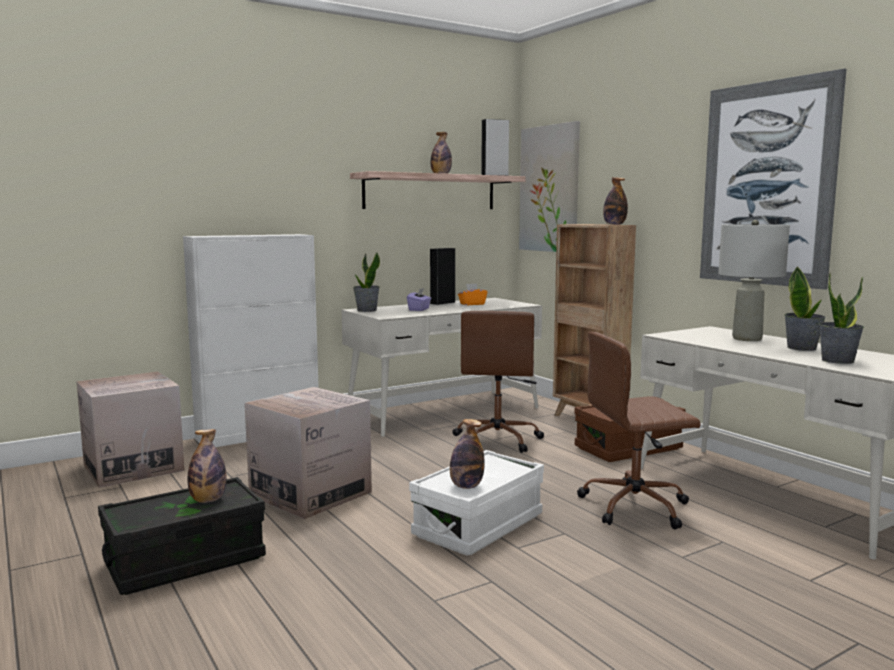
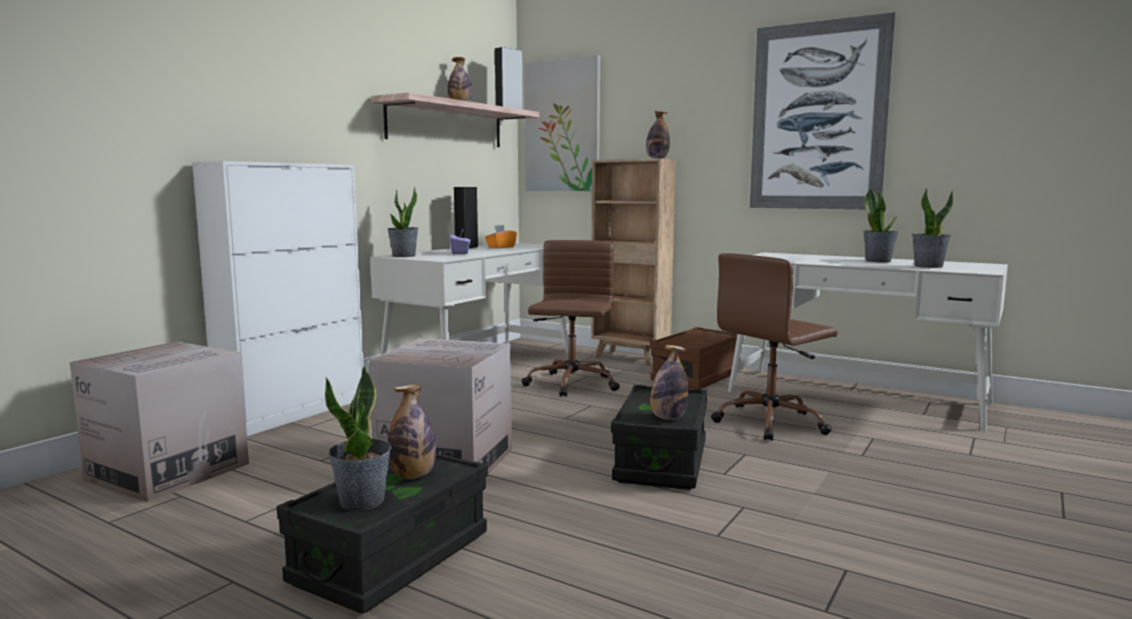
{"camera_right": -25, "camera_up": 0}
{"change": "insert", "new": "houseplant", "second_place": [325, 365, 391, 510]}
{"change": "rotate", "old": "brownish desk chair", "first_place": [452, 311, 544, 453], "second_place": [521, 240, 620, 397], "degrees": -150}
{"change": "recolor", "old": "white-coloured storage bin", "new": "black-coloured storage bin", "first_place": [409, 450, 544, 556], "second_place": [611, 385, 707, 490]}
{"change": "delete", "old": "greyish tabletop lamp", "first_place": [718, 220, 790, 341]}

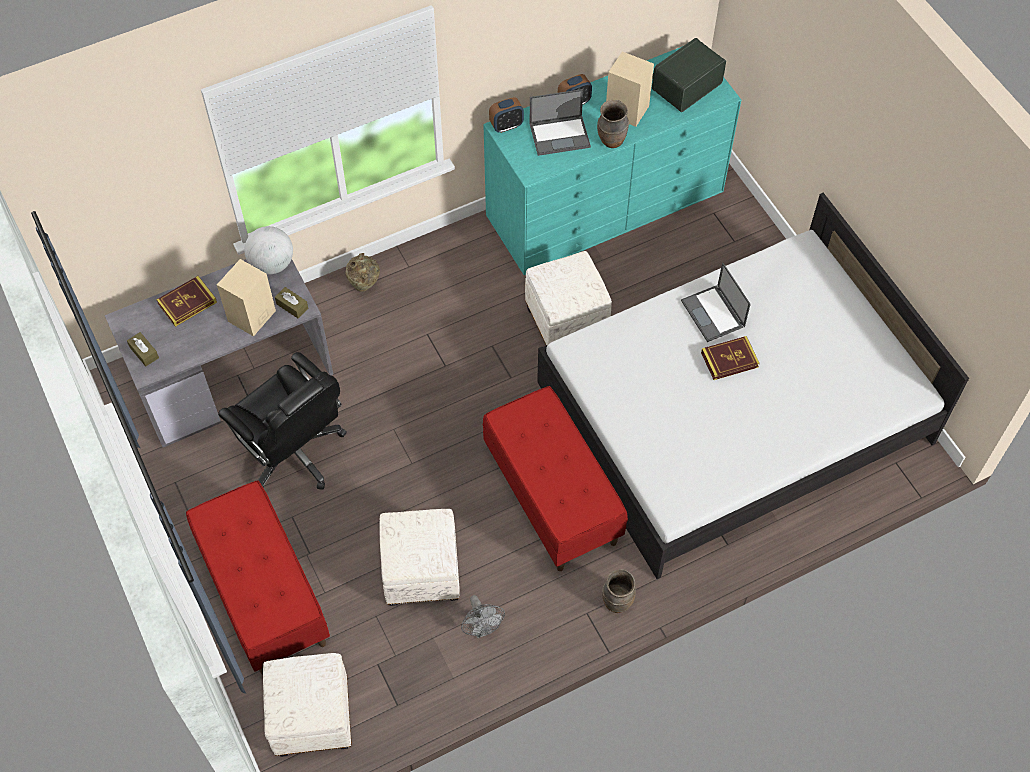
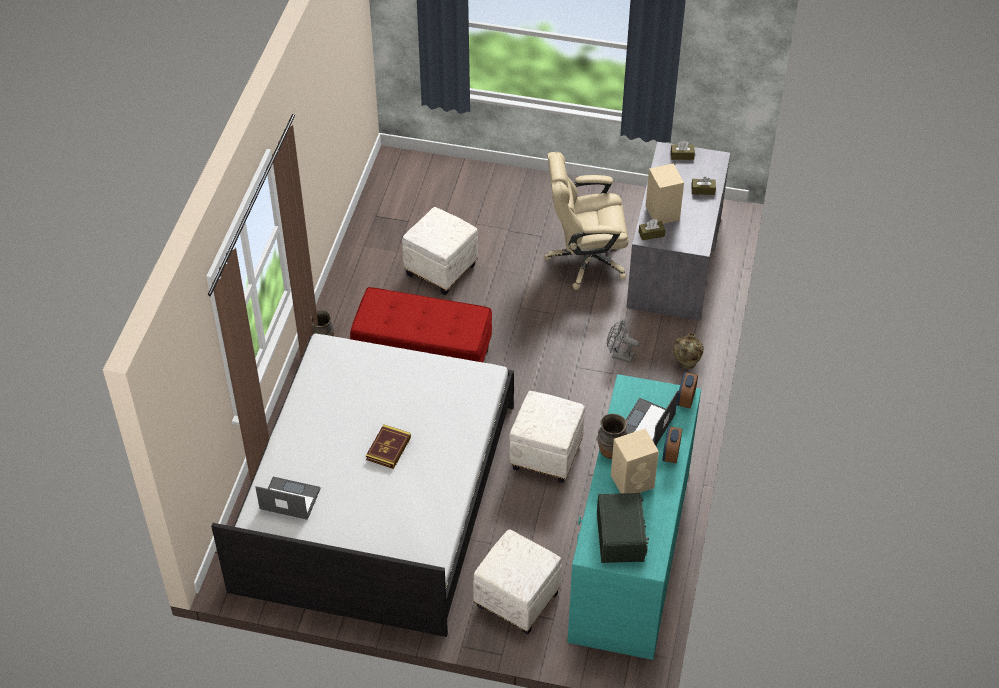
{"camera_right": 130, "camera_up": -10}
{"change": "move", "old": "laptop", "first_place": [681, 263, 751, 342], "second_place": [255, 477, 321, 520]}
{"change": "move", "old": "white-coloured ottoman", "first_place": [263, 653, 352, 757], "second_place": [473, 529, 562, 634]}
{"change": "recolor", "old": "black-coloured desk chair", "new": "beige-coloured desk chair", "first_place": [218, 352, 347, 490], "second_place": [544, 152, 629, 290]}
{"change": "move", "old": "greyish electric fan", "first_place": [461, 595, 505, 638], "second_place": [607, 320, 639, 363]}
{"change": "replace", "old": "book", "new": "brownish tissue holder", "first_place": [156, 276, 217, 327], "second_place": [691, 177, 716, 195]}
{"change": "delete", "old": "red long seat", "first_place": [186, 481, 330, 674]}
{"change": "delete", "old": "world globe", "first_place": [244, 226, 293, 274]}

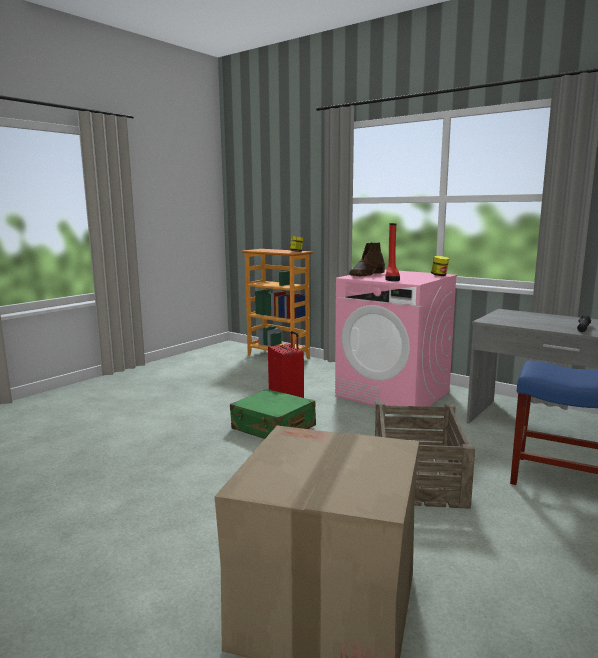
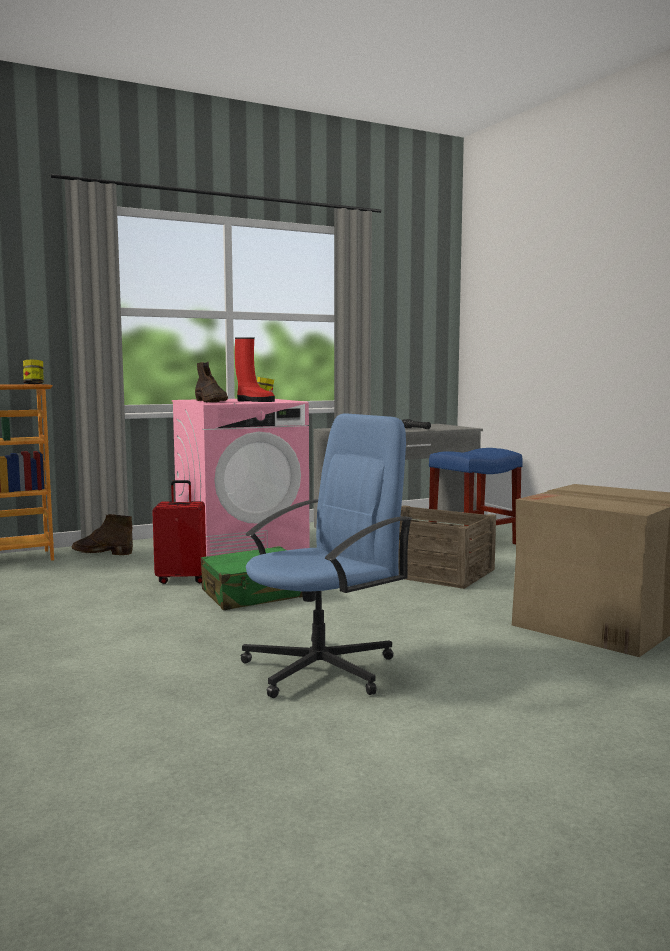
{"camera_right": -65, "camera_up": -5}
{"change": "insert", "new": "brownish high-top boot", "second_place": [72, 514, 133, 555]}
{"change": "insert", "new": "bluish desk chair", "second_place": [240, 414, 413, 698]}

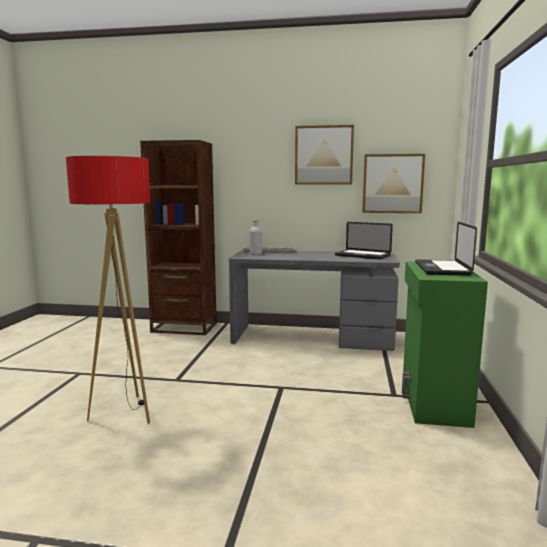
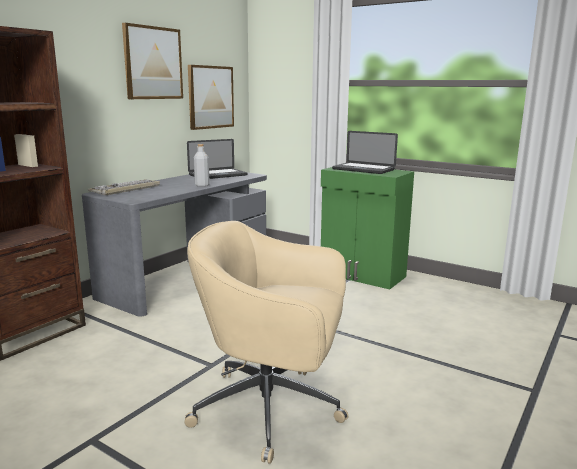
{"camera_right": -65, "camera_up": 5}
{"change": "replace", "old": "standing lamp", "new": "beige-coloured desk chair", "first_place": [66, 156, 150, 424], "second_place": [185, 221, 348, 464]}
{"change": "move", "old": "greyish bottle", "first_place": [250, 220, 262, 255], "second_place": [194, 144, 210, 187]}

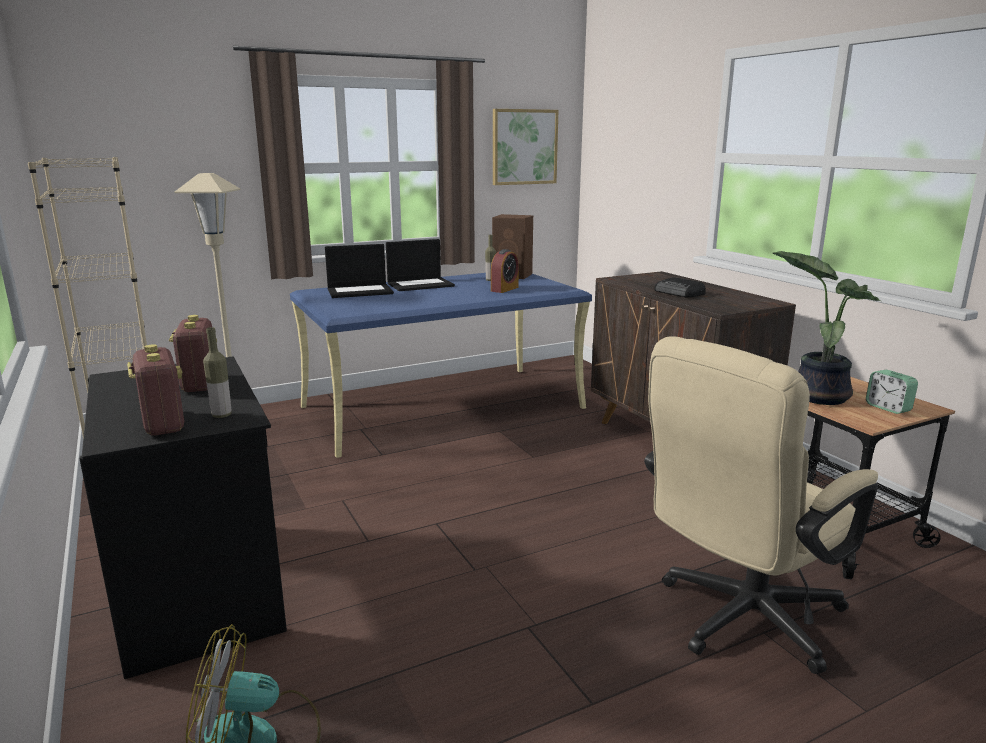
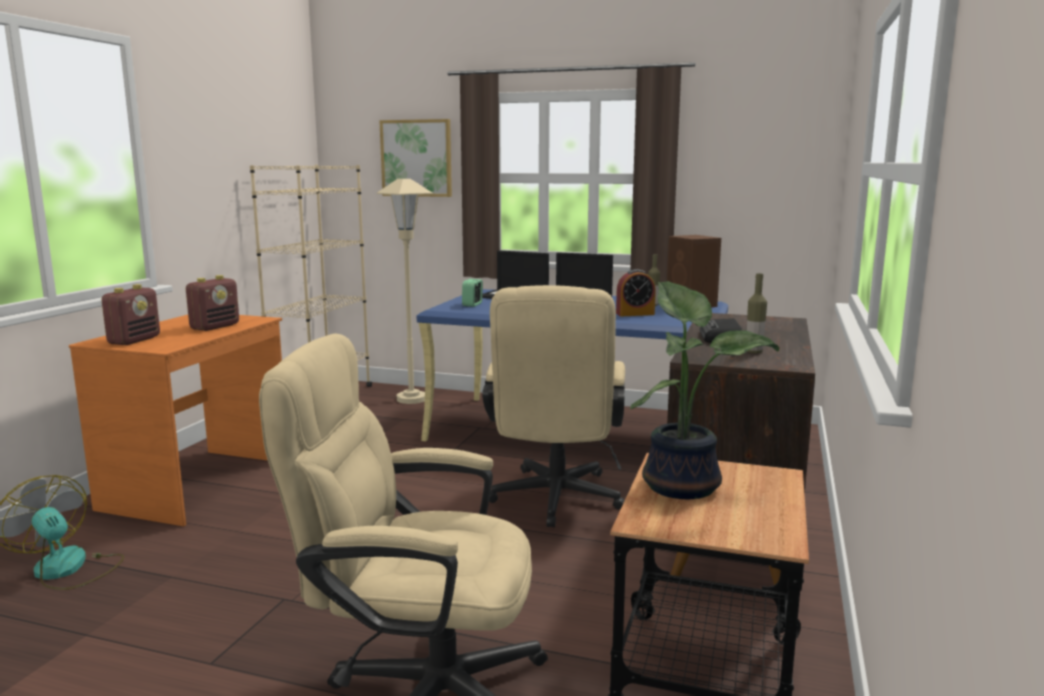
{"camera_right": 45, "camera_up": -5}
{"change": "recolor", "old": "black-coloured desk", "new": "orange-coloured desk", "first_place": [79, 357, 287, 679], "second_place": [69, 315, 282, 526]}
{"change": "move", "old": "picture", "first_place": [493, 109, 558, 185], "second_place": [379, 119, 452, 197]}
{"change": "move", "old": "bedside clock", "first_place": [866, 370, 918, 414], "second_place": [462, 279, 483, 307]}
{"change": "insert", "new": "beige-coloured desk chair", "second_place": [482, 285, 625, 527]}
{"change": "move", "old": "bottle", "first_place": [203, 327, 232, 418], "second_place": [747, 273, 767, 353]}

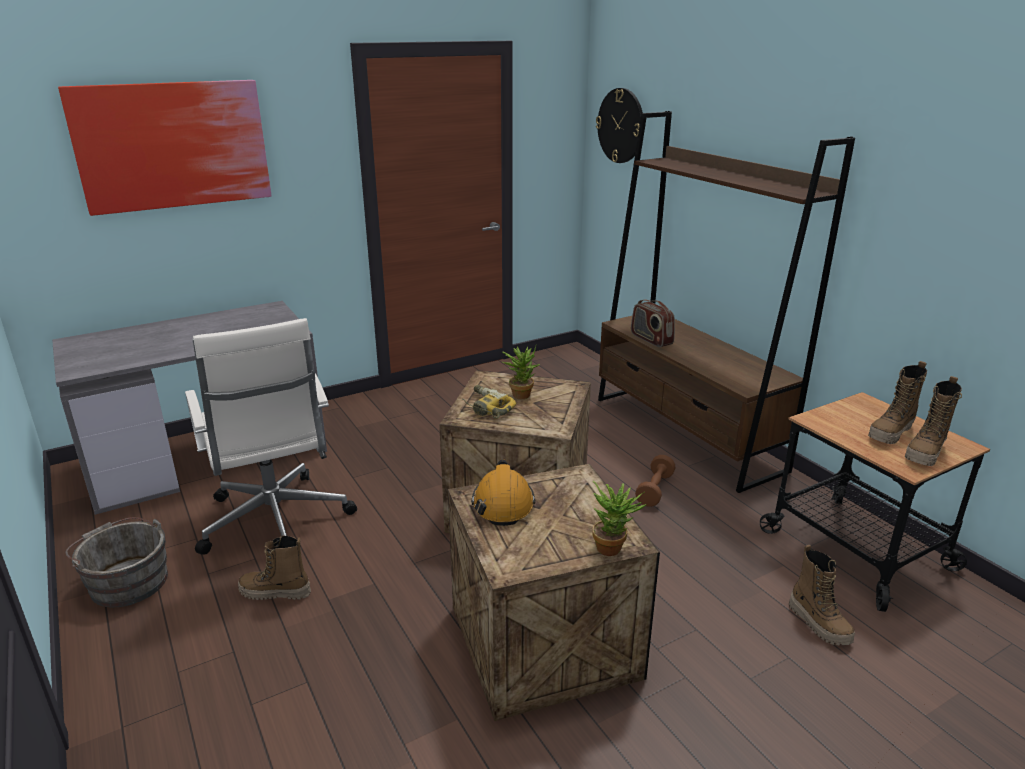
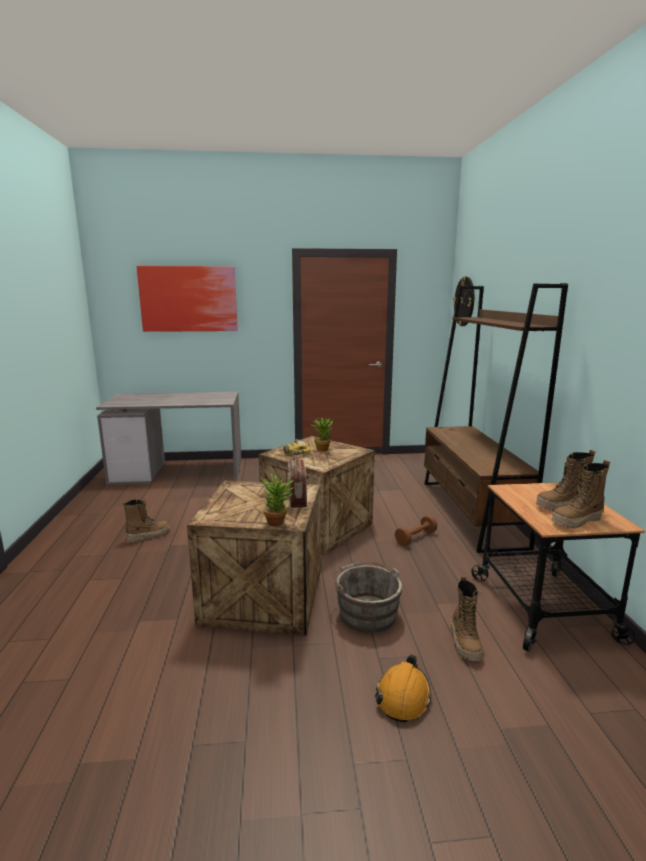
{"camera_right": 25, "camera_up": -10}
{"change": "rotate", "old": "high-top boot", "first_place": [238, 536, 311, 600], "second_place": [123, 499, 170, 543], "degrees": 120}
{"change": "move", "old": "radio set", "first_place": [631, 300, 675, 347], "second_place": [288, 457, 307, 508]}
{"change": "move", "old": "greyish water bucket", "first_place": [66, 517, 168, 607], "second_place": [331, 562, 403, 633]}
{"change": "move", "old": "orange-coloured work helmet", "first_place": [471, 459, 536, 526], "second_place": [375, 654, 431, 722]}
{"change": "delete", "old": "white-coloured desk chair", "first_place": [185, 318, 357, 555]}

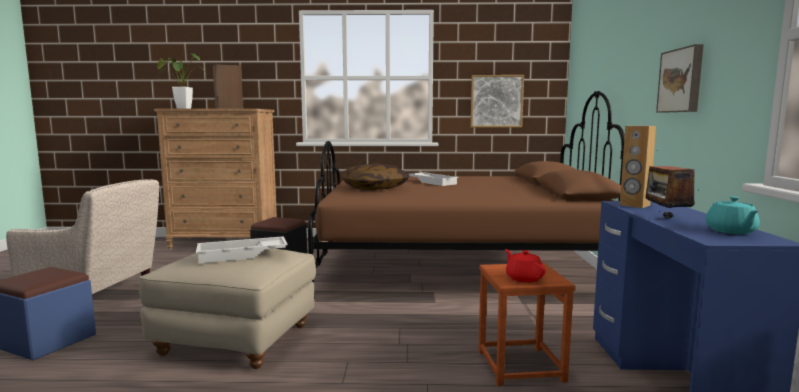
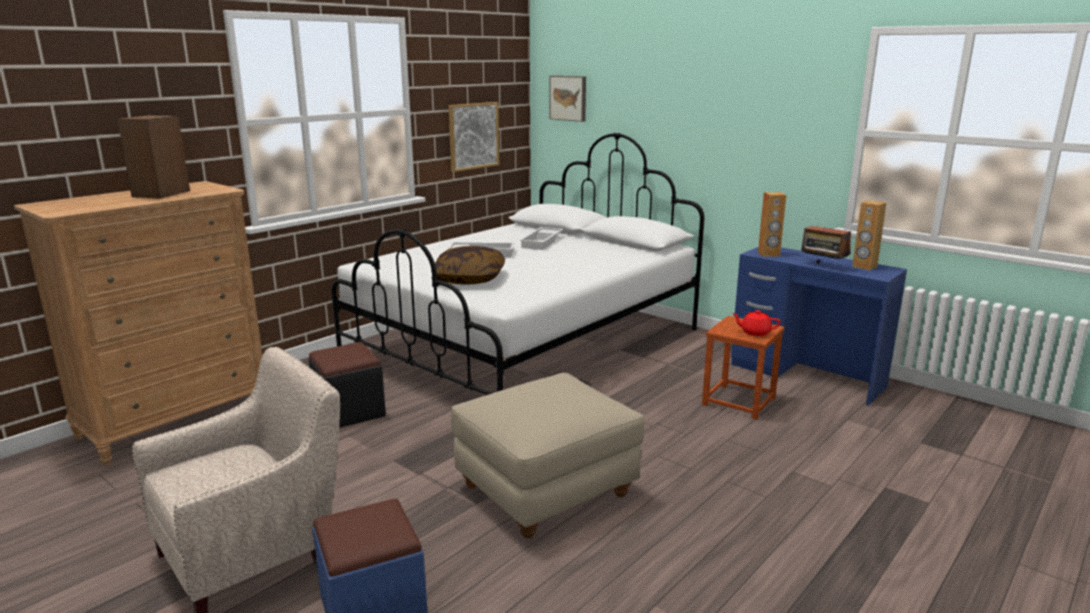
{"camera_right": -50, "camera_up": 10}
{"change": "recolor", "old": "brownish bed", "new": "white-coloured bed", "first_place": [308, 91, 625, 299], "second_place": [331, 133, 704, 395]}
{"change": "move", "old": "white-coloured serving tray", "first_place": [196, 236, 288, 263], "second_place": [520, 227, 564, 250]}
{"change": "move", "old": "picture", "first_place": [656, 44, 704, 113], "second_place": [550, 76, 586, 122]}
{"change": "replace", "old": "blue-green tea pot", "new": "brownish speaker", "first_place": [705, 196, 760, 234], "second_place": [852, 200, 886, 270]}
{"change": "delete", "old": "houseplant", "first_place": [157, 53, 205, 109]}

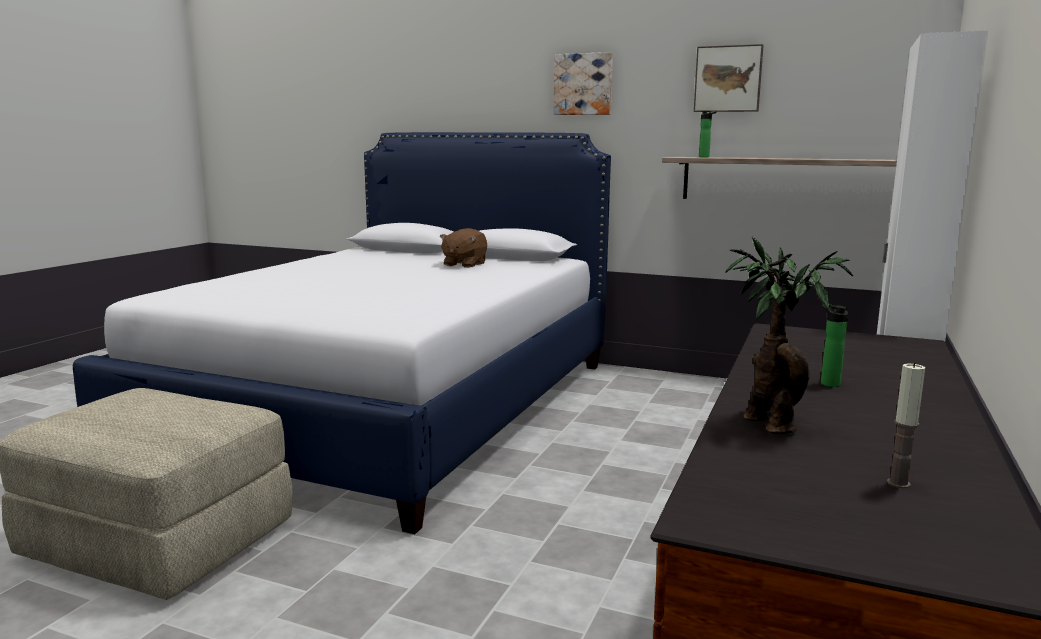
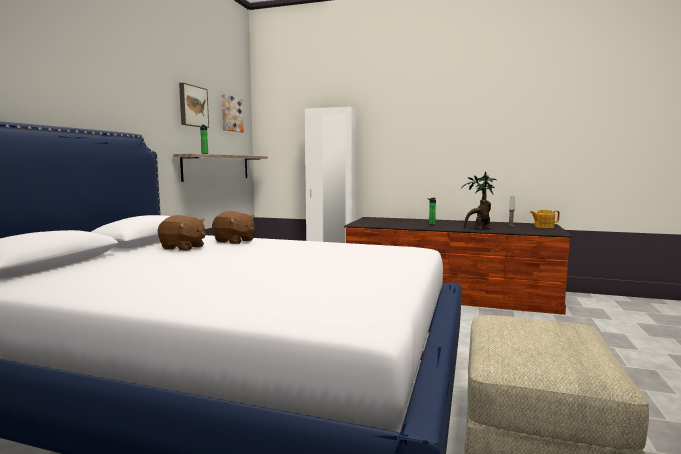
{"camera_right": -95, "camera_up": -5}
{"change": "insert", "new": "brownish plush toy", "second_place": [212, 211, 255, 244]}
{"change": "move", "old": "picture", "first_place": [554, 52, 613, 115], "second_place": [221, 94, 244, 132]}
{"change": "insert", "new": "tea pot", "second_place": [530, 210, 560, 228]}

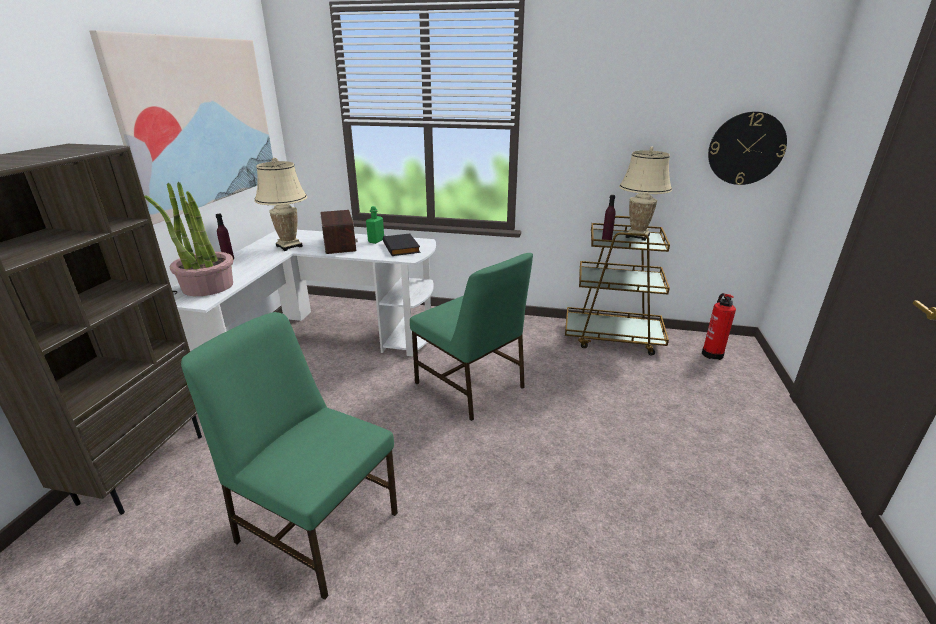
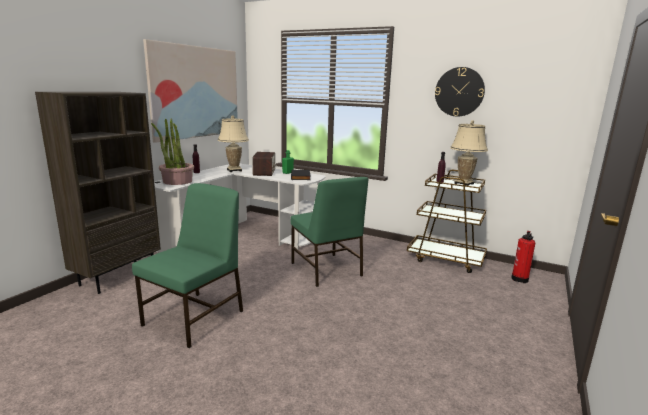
{"camera_right": 15, "camera_up": -10}
{"change": "rotate", "old": "greenish plain chair", "first_place": [181, 312, 398, 600], "second_place": [132, 183, 243, 348], "degrees": 75}
{"change": "move", "old": "wall clock", "first_place": [708, 111, 787, 185], "second_place": [435, 67, 485, 117]}

